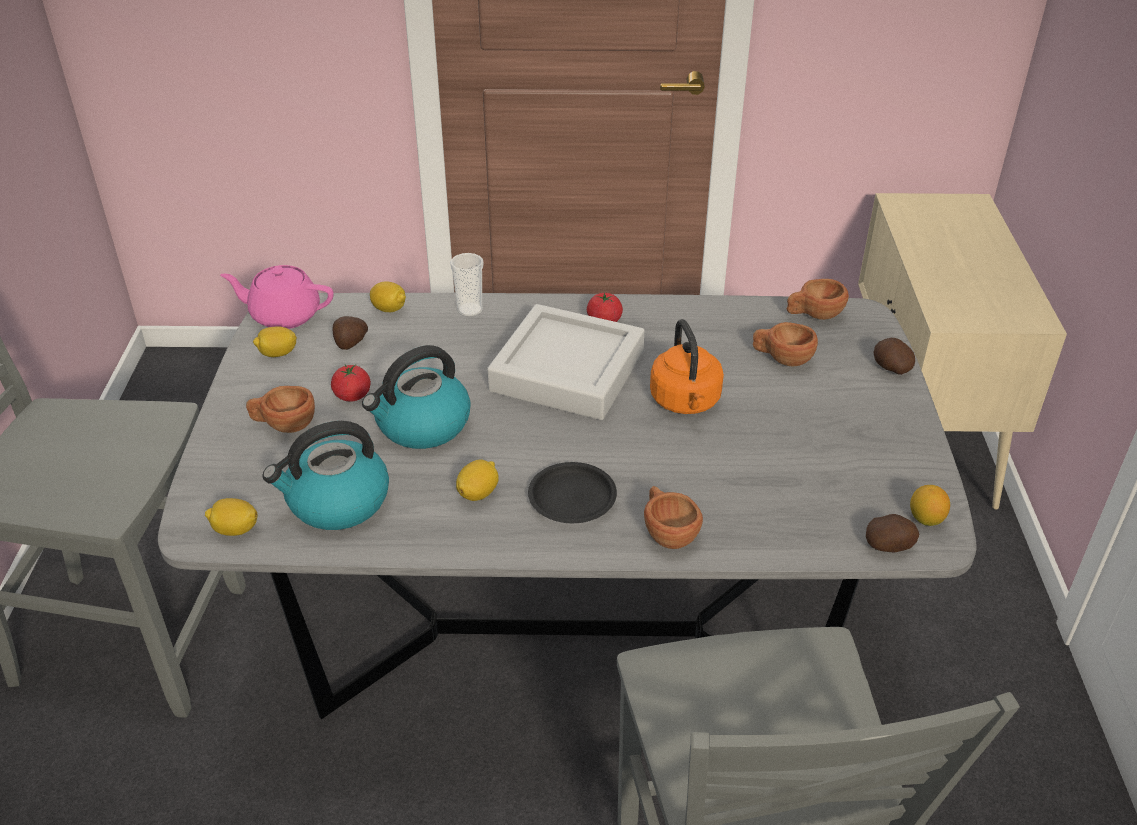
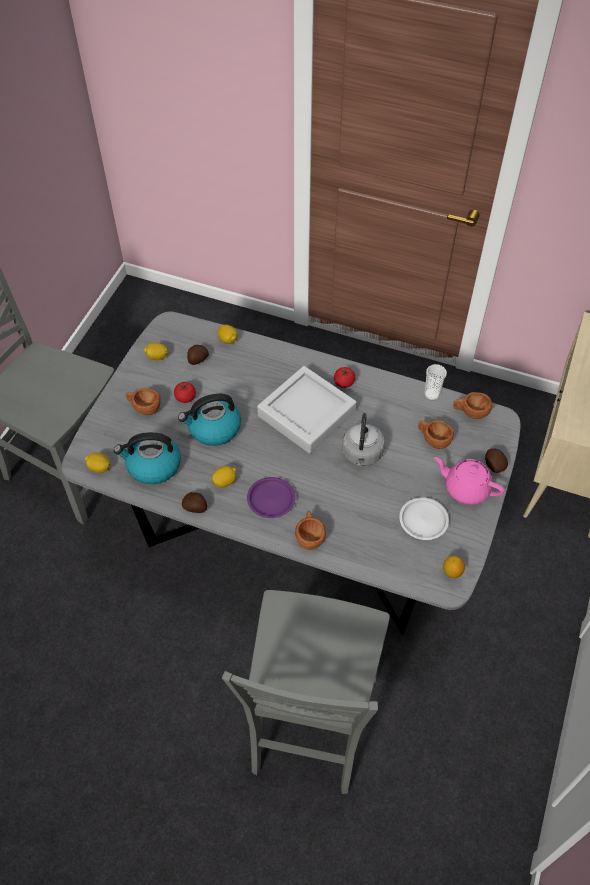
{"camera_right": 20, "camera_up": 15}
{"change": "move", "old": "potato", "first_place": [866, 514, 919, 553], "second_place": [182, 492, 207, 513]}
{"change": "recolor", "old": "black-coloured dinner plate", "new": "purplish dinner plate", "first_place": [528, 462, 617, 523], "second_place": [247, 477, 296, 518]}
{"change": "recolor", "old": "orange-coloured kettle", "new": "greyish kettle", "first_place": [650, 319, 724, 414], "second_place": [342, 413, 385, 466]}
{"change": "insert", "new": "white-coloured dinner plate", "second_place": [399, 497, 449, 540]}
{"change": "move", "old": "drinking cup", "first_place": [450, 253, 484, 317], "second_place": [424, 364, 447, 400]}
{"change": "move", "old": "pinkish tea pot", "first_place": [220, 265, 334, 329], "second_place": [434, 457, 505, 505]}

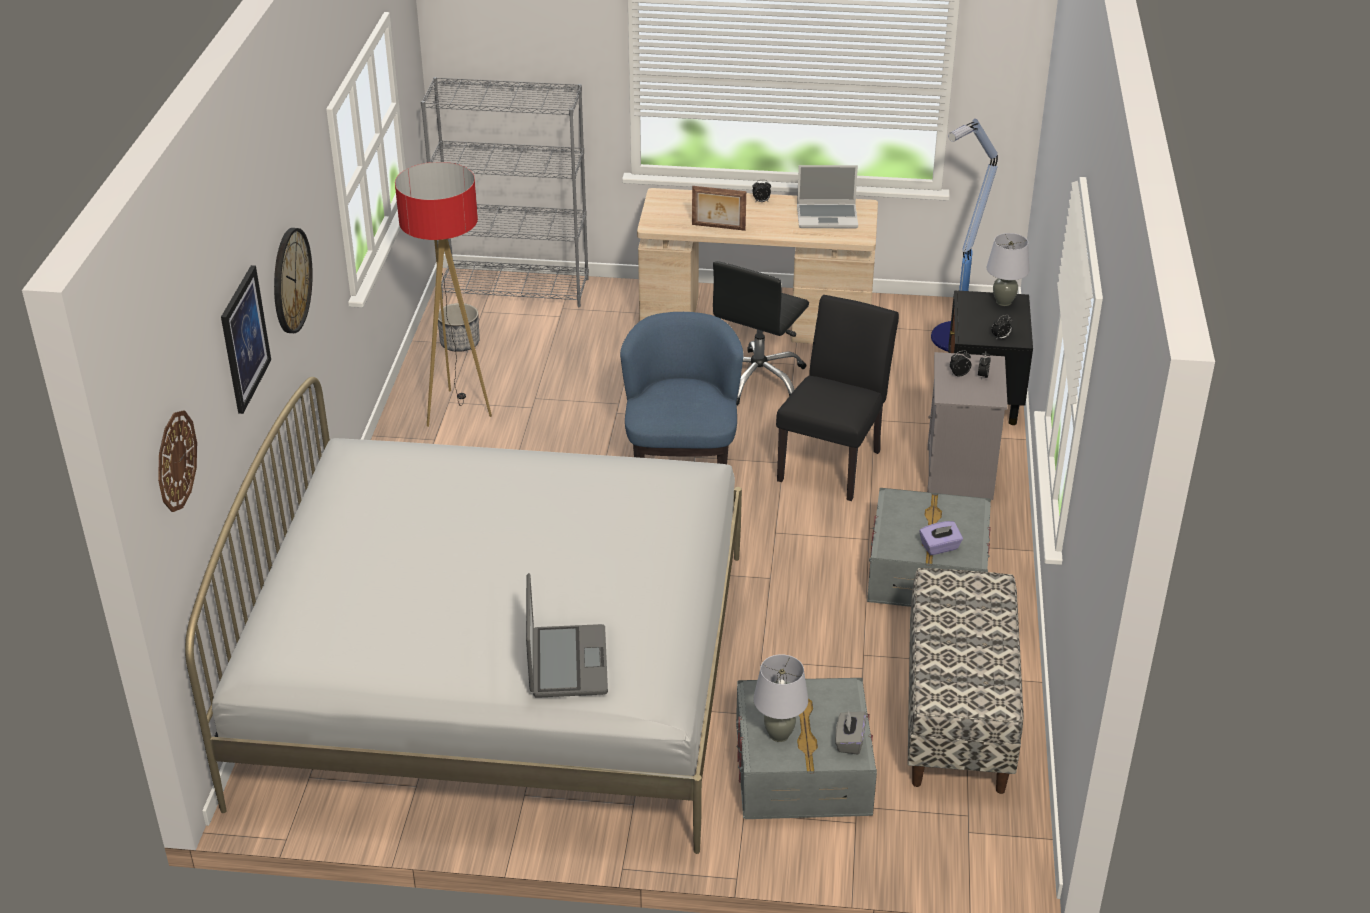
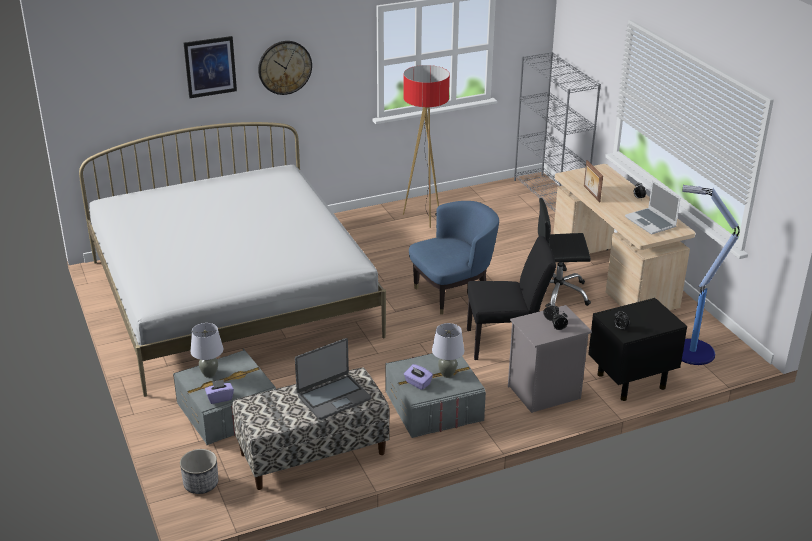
{"camera_right": 60, "camera_up": -5}
{"change": "move", "old": "plant pot", "first_place": [438, 303, 480, 352], "second_place": [180, 449, 218, 494]}
{"change": "recolor", "old": "greyish tissue holder", "new": "purplish tissue holder", "first_place": [835, 711, 866, 755], "second_place": [205, 379, 234, 404]}
{"change": "move", "old": "laptop", "first_place": [526, 573, 608, 698], "second_place": [295, 338, 371, 420]}
{"change": "move", "old": "greyish tabletop lamp", "first_place": [987, 233, 1029, 306], "second_place": [432, 323, 464, 378]}
{"change": "delete", "old": "wall clock", "first_place": [158, 410, 197, 512]}

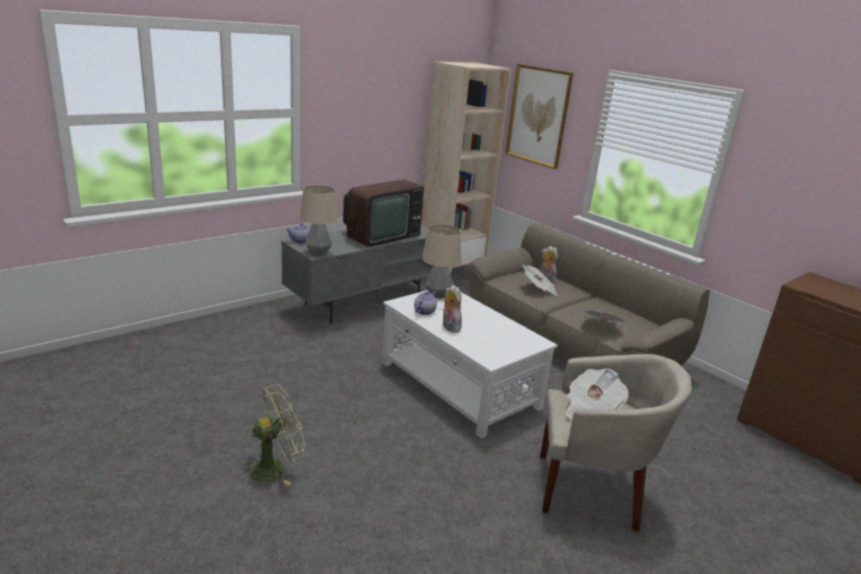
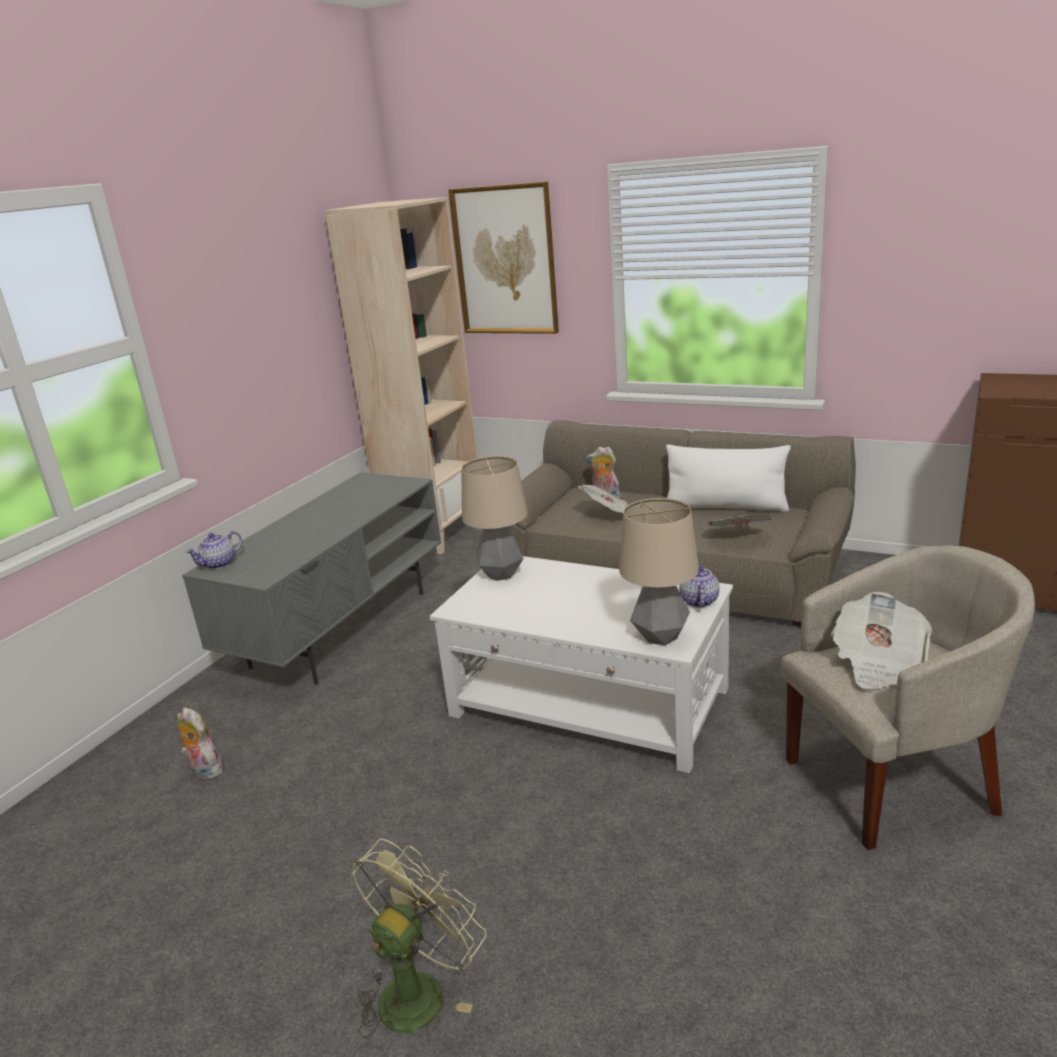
{"camera_right": -20, "camera_up": 0}
{"change": "move", "old": "plush toy", "first_place": [443, 285, 463, 333], "second_place": [177, 707, 223, 779]}
{"change": "move", "old": "tabletop lamp", "first_place": [300, 185, 338, 256], "second_place": [619, 498, 699, 645]}
{"change": "insert", "new": "white-coloured throw pillow", "second_place": [666, 445, 791, 512]}
{"change": "move", "old": "tea pot", "first_place": [414, 291, 437, 315], "second_place": [679, 562, 719, 608]}
{"change": "delete", "old": "TV", "first_place": [343, 179, 424, 247]}

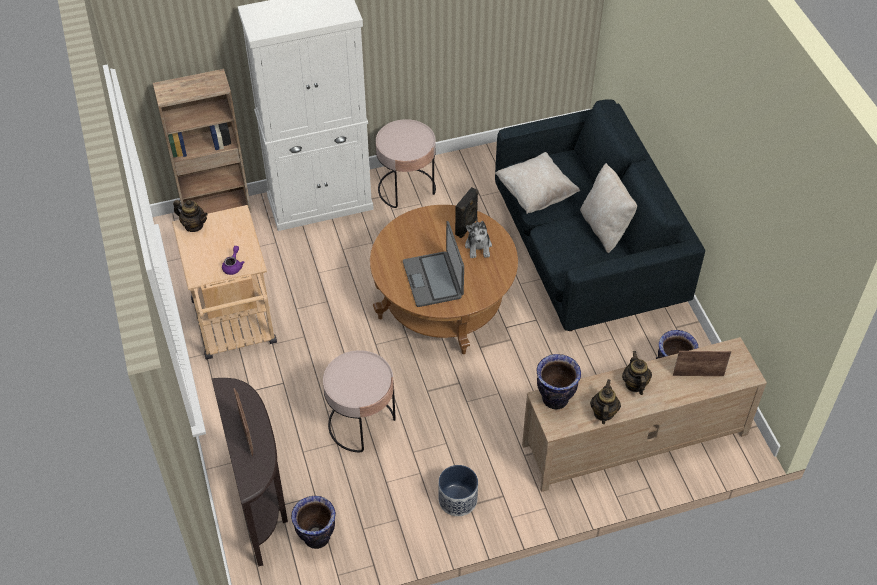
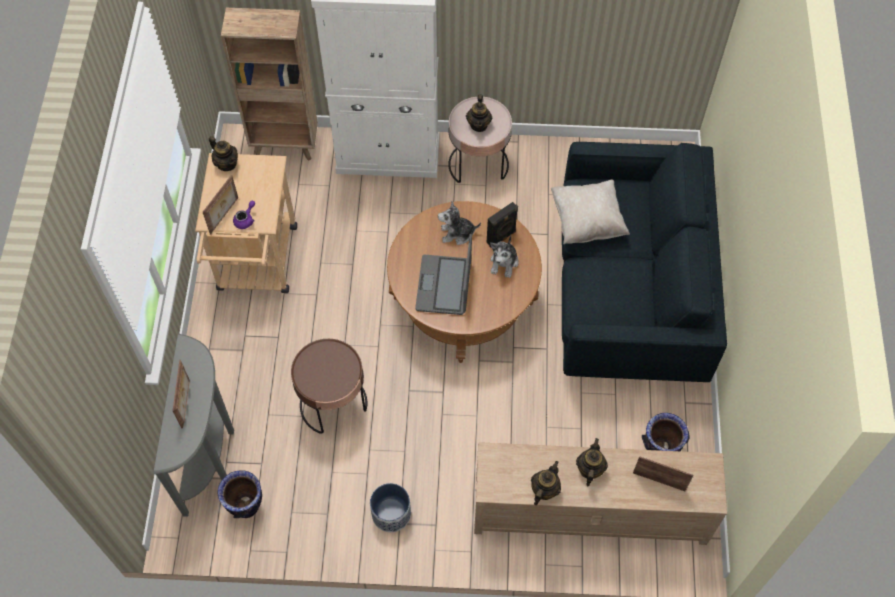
{"camera_right": 20, "camera_up": 10}
{"change": "recolor", "old": "brownish hall table", "new": "greyish hall table", "first_place": [212, 378, 288, 567], "second_place": [154, 334, 234, 517]}
{"change": "insert", "new": "standing frame", "second_place": [203, 175, 238, 234]}
{"change": "recolor", "old": "pinkish accent table", "new": "brownish accent table", "first_place": [323, 350, 396, 453], "second_place": [291, 339, 367, 434]}
{"change": "insert", "new": "plush toy", "second_place": [438, 201, 481, 245]}
{"change": "insert", "new": "tea pot", "second_place": [466, 95, 492, 132]}
{"change": "delete", "old": "decorative vase", "first_place": [537, 354, 581, 409]}
{"change": "delete", "old": "beige-coloured throw pillow", "first_place": [580, 163, 637, 254]}

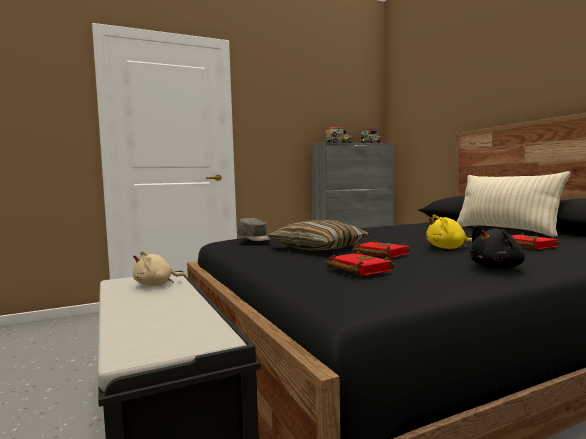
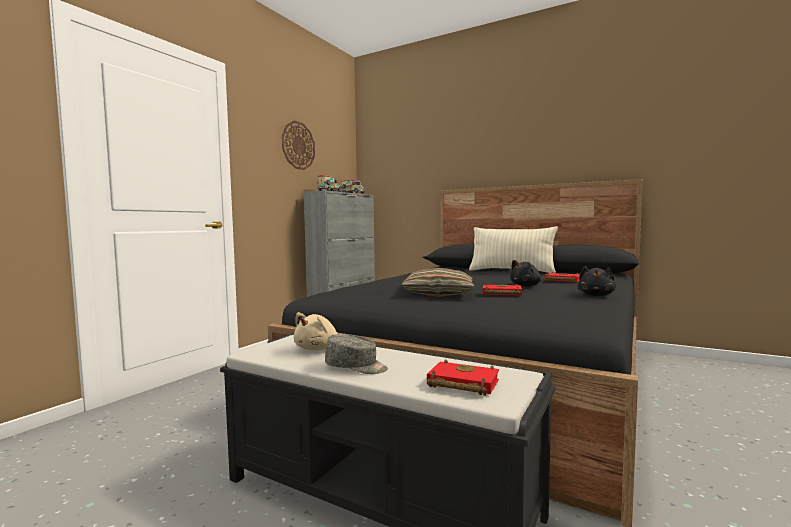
{"camera_right": -35, "camera_up": 0}
{"change": "insert", "new": "wall clock", "second_place": [282, 121, 315, 170]}
{"change": "move", "old": "greyish cap", "first_place": [238, 218, 270, 241], "second_place": [325, 334, 388, 374]}
{"change": "move", "old": "red book", "first_place": [325, 251, 395, 277], "second_place": [427, 359, 499, 396]}
{"change": "recolor", "old": "yellowish plush toy", "new": "black-coloured plush toy", "first_place": [426, 215, 472, 249], "second_place": [510, 260, 541, 286]}

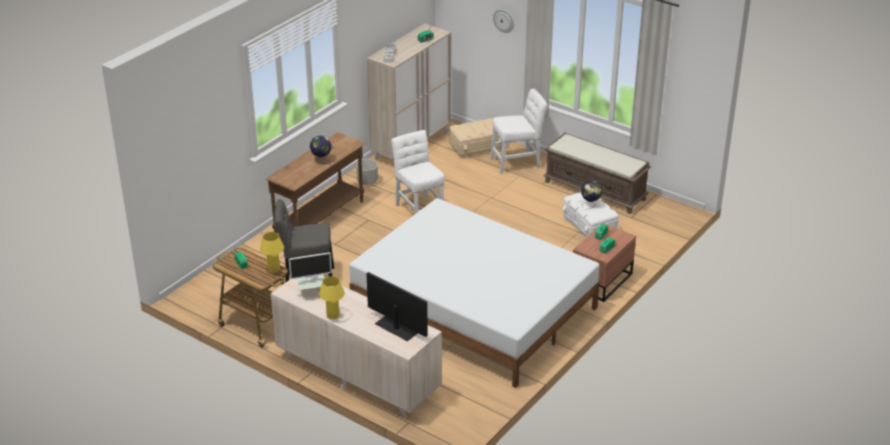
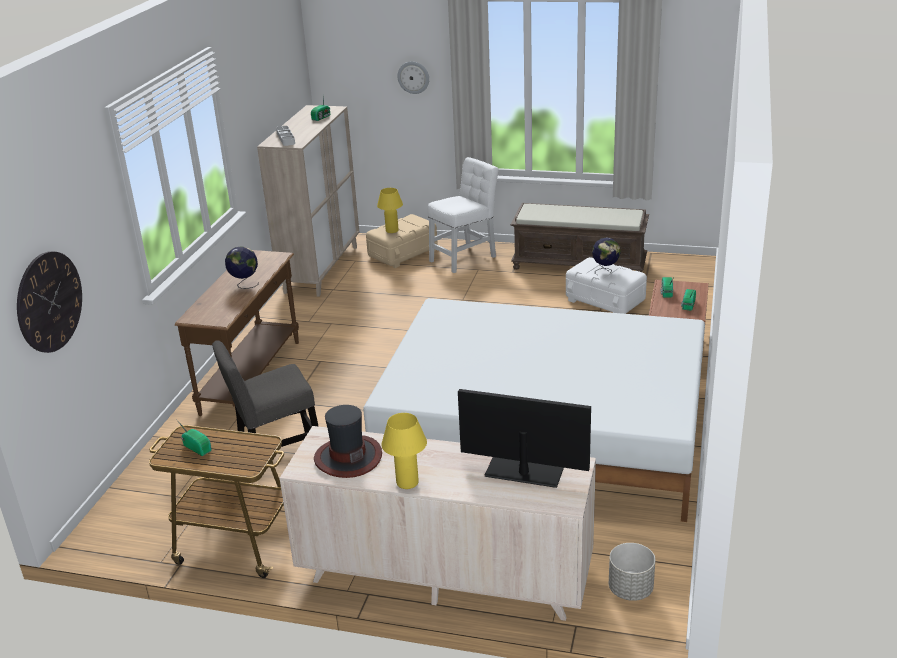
{"camera_right": -20, "camera_up": -5}
{"change": "insert", "new": "wall clock", "second_place": [17, 251, 82, 353]}
{"change": "replace", "old": "computer screen", "new": "wearable hat", "first_place": [289, 252, 332, 290], "second_place": [314, 405, 382, 478]}
{"change": "move", "old": "yellowish tabletop lamp", "first_place": [260, 232, 284, 273], "second_place": [377, 188, 403, 233]}
{"change": "move", "old": "greyish plant pot", "first_place": [356, 159, 378, 185], "second_place": [609, 543, 655, 601]}
{"change": "delete", "old": "white-coloured plain chair", "first_place": [391, 130, 444, 214]}

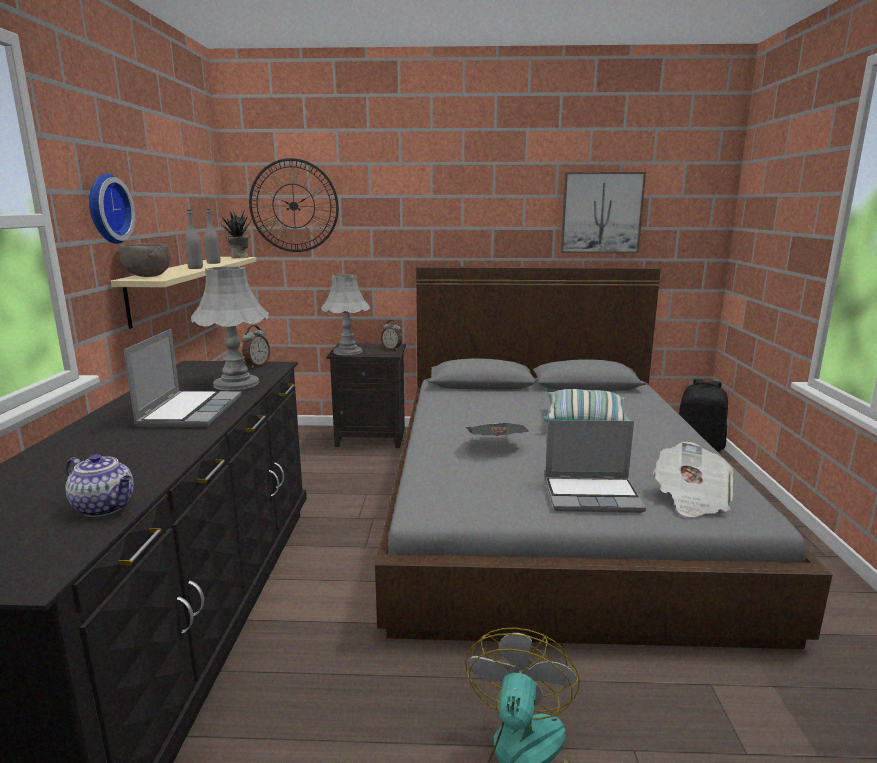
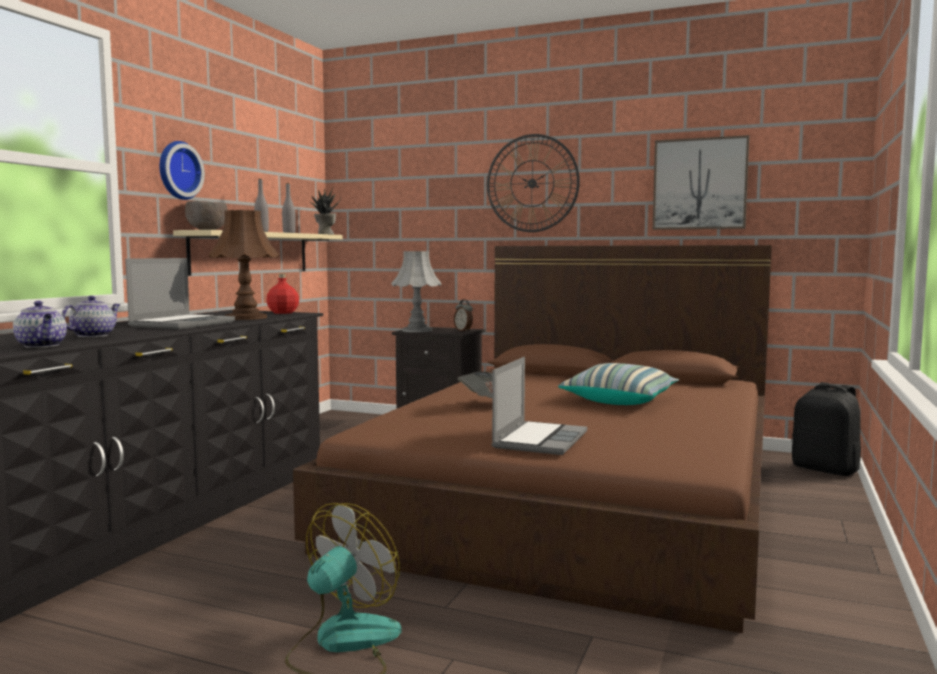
{"camera_right": 20, "camera_up": -10}
{"change": "insert", "new": "tea pot", "second_place": [61, 296, 120, 337]}
{"change": "recolor", "old": "greyish tabletop lamp", "new": "brownish tabletop lamp", "first_place": [191, 266, 269, 391], "second_place": [209, 210, 279, 320]}
{"change": "replace", "old": "bedside clock", "new": "red bottle", "first_place": [242, 325, 270, 368], "second_place": [266, 274, 299, 314]}
{"change": "recolor", "old": "greyish bed", "new": "brownish bed", "first_place": [375, 267, 832, 649], "second_place": [293, 245, 772, 633]}
{"change": "move", "old": "wall clock", "first_place": [249, 158, 339, 252], "second_place": [487, 134, 580, 232]}
{"change": "rotate", "old": "laptop", "first_place": [545, 420, 646, 513], "second_place": [492, 357, 587, 455], "degrees": -90}
{"change": "delete", "old": "daily paper", "first_place": [653, 442, 734, 517]}

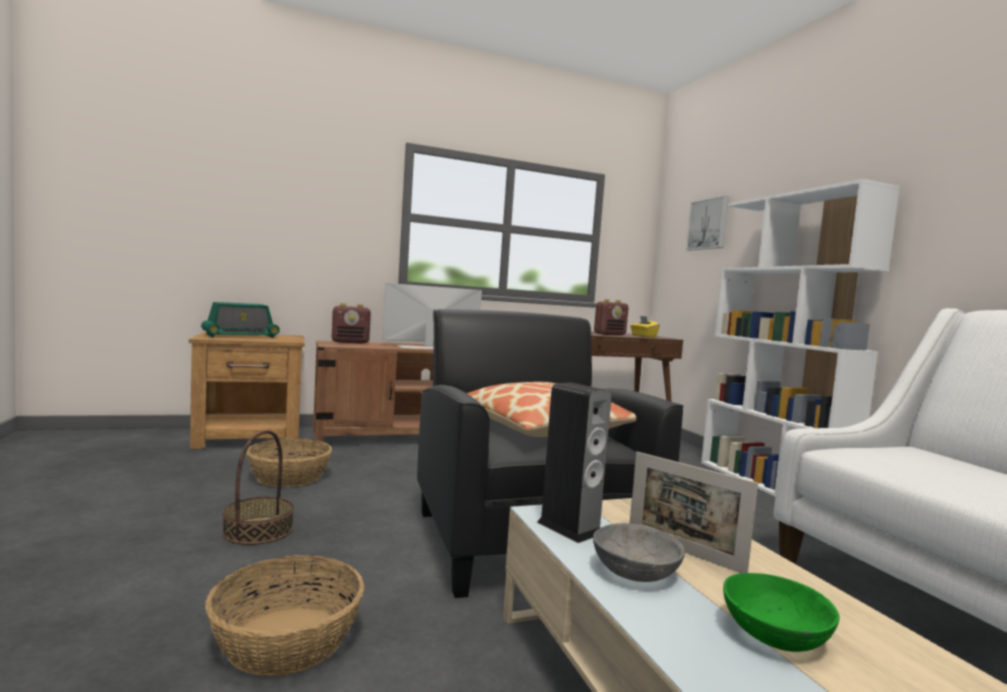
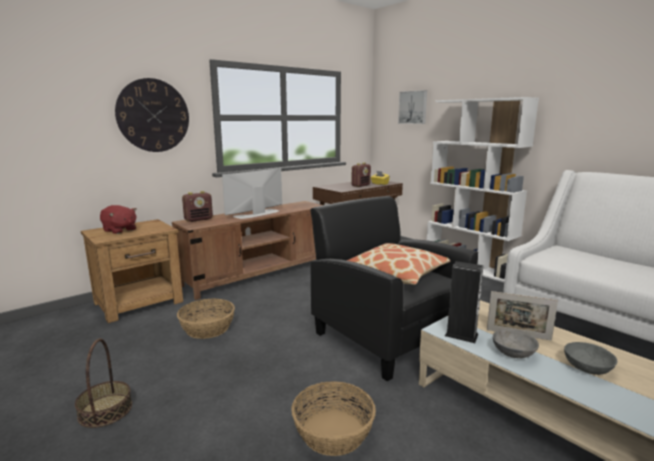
{"camera_right": -20, "camera_up": 10}
{"change": "move", "old": "basket", "first_place": [222, 430, 294, 545], "second_place": [75, 339, 132, 428]}
{"change": "replace", "old": "radio set", "new": "red plush toy", "first_place": [201, 302, 280, 338], "second_place": [100, 205, 137, 234]}
{"change": "insert", "new": "wall clock", "second_place": [115, 78, 189, 152]}
{"change": "recolor", "old": "greenish serving bowl", "new": "greyish serving bowl", "first_place": [723, 573, 840, 652], "second_place": [564, 342, 617, 375]}

